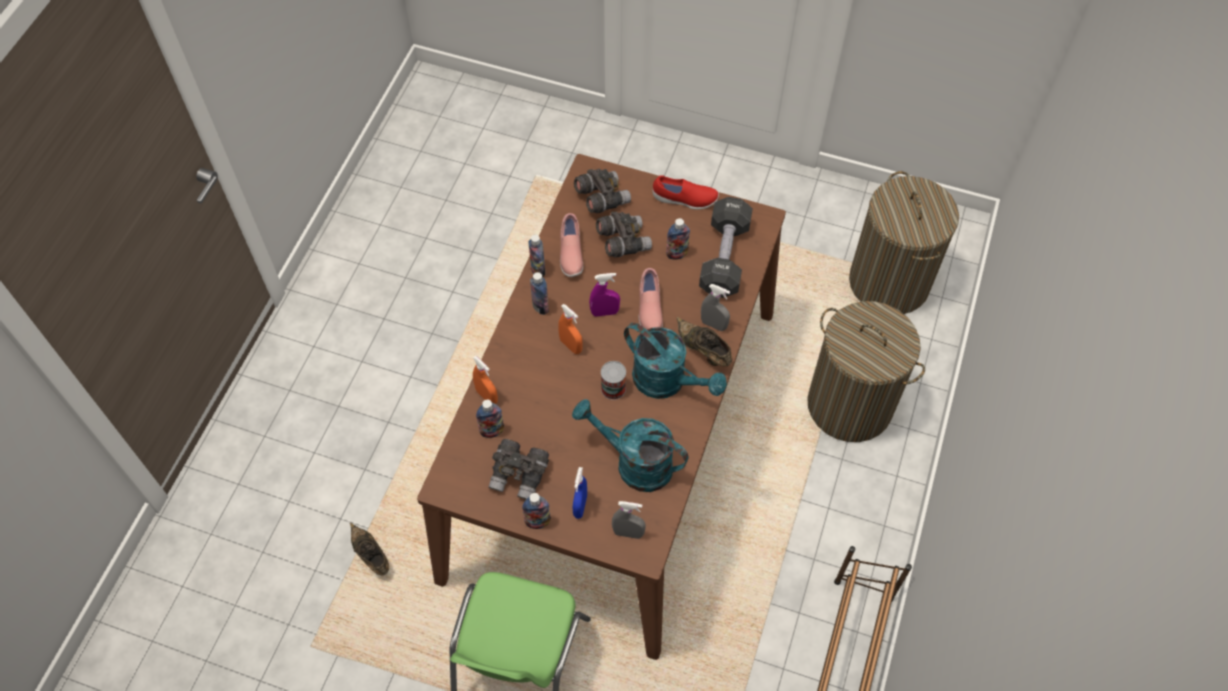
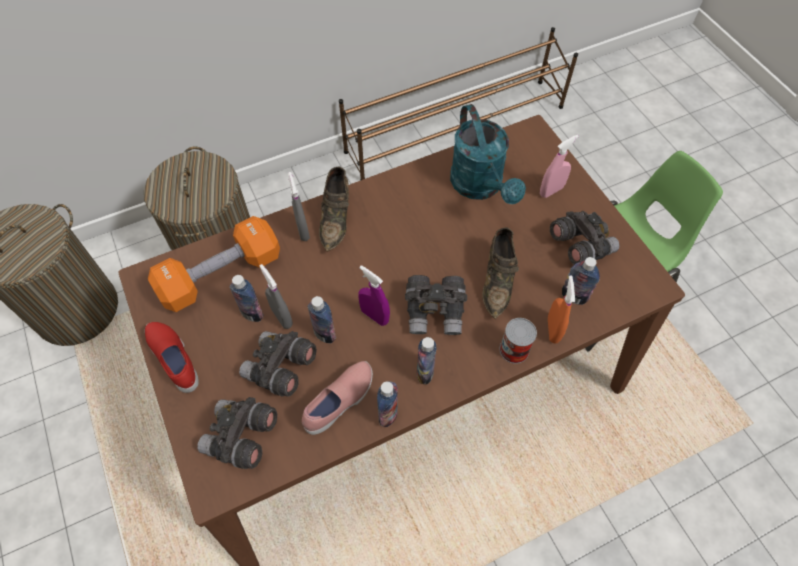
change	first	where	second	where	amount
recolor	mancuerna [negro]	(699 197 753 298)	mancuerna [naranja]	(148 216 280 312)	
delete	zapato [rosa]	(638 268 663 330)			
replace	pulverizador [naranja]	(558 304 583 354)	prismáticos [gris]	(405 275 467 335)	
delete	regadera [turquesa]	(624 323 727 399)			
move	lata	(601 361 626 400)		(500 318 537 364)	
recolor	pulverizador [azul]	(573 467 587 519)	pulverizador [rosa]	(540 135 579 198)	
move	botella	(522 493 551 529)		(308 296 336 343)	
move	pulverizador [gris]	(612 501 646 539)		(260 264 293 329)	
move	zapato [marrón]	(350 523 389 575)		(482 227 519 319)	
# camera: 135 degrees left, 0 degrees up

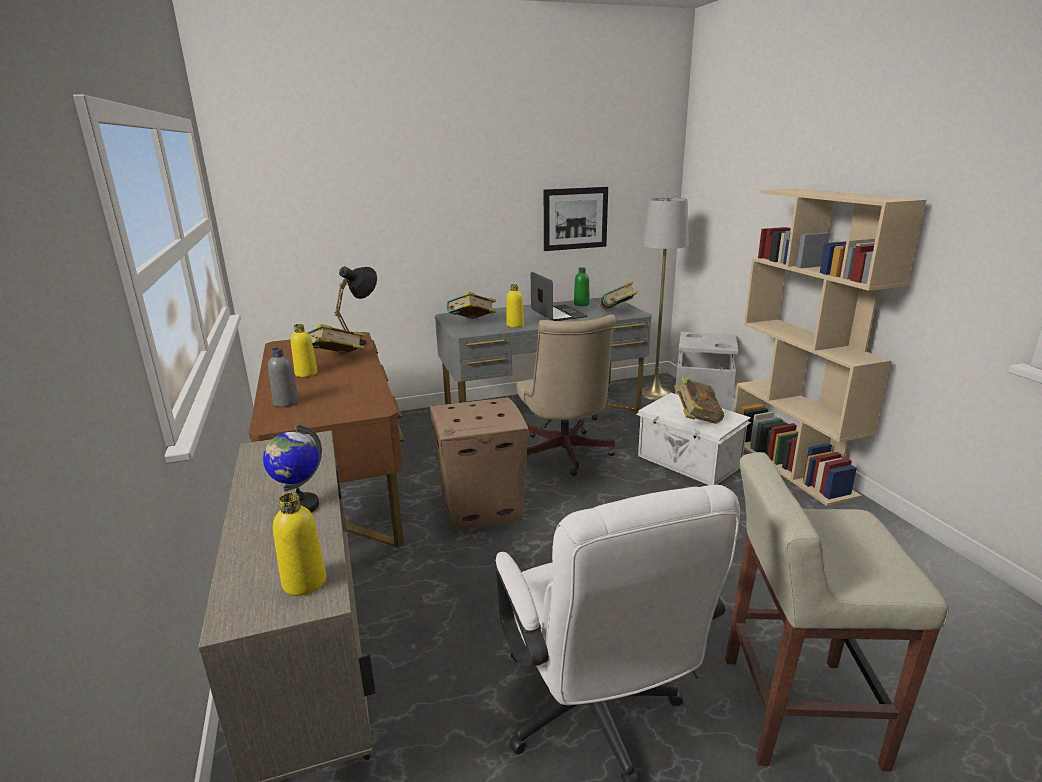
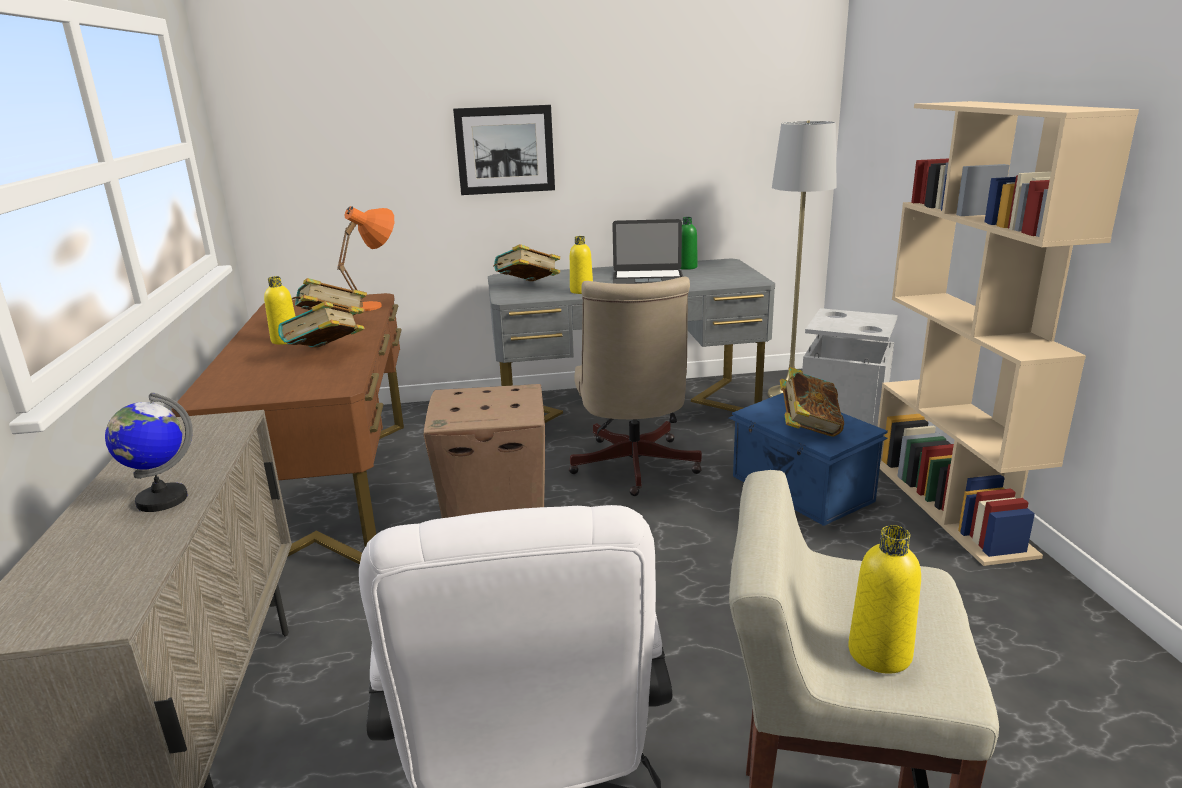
change	first	where	second	where	amount
move	cuadro	(544 187 608 251)		(453 105 555 195)	
recolor	lámpara de mesa [negro]	(334 266 377 346)	lámpara de mesa [naranja]	(337 206 394 311)	
rotate	portátil	(531 272 587 321)		(612 219 683 284)	105 degrees clockwise
move	libro	(600 281 638 310)		(278 302 365 348)	
delete	botella [gris]	(268 347 299 407)			
recolor	caja de almacenaje [blanco]	(636 393 751 485)	caja de almacenaje [azul]	(729 393 888 526)	
move	botella [amarillo]	(273 493 326 596)		(848 525 921 674)	
# camera: 10 degrees right, 0 degrees up

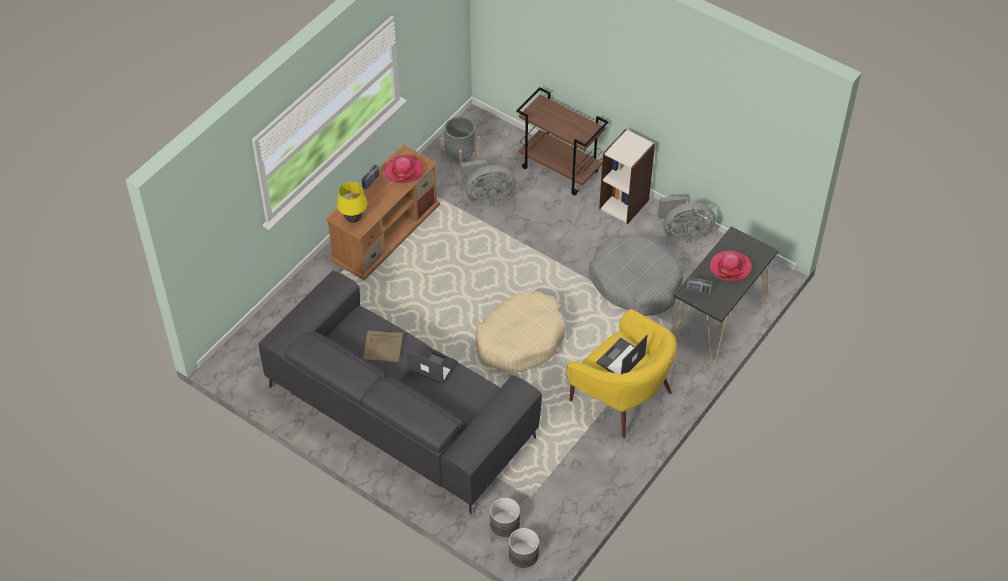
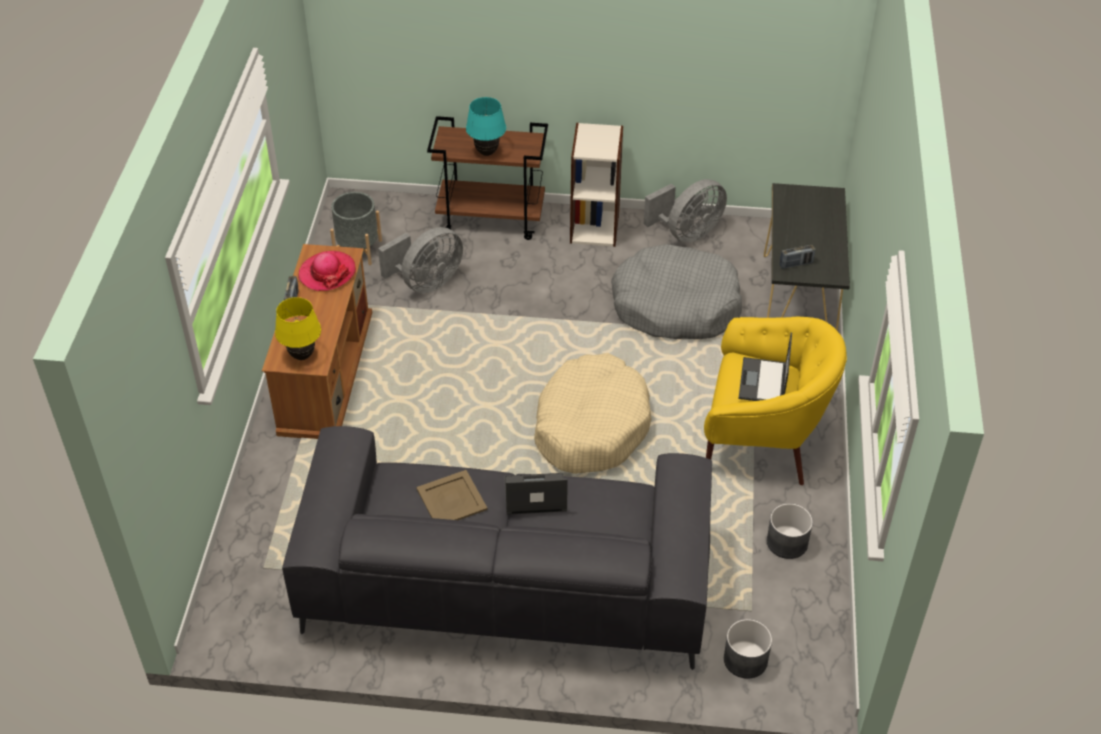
change	first	where	second	where	amount
delete	sombrero	(710 251 752 281)			
move	maceta [gris]	(509 528 539 568)		(767 503 813 559)	
insert			lámpara de mesa [turquesa]	(466 97 506 156)	
# camera: 30 degrees left, 5 degrees down

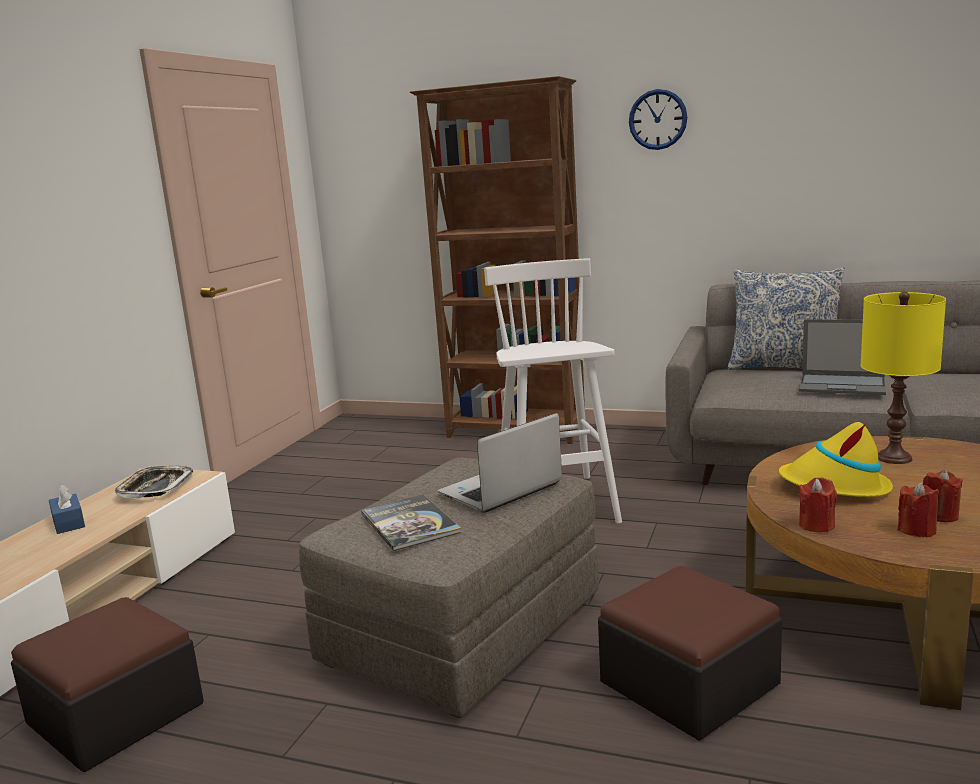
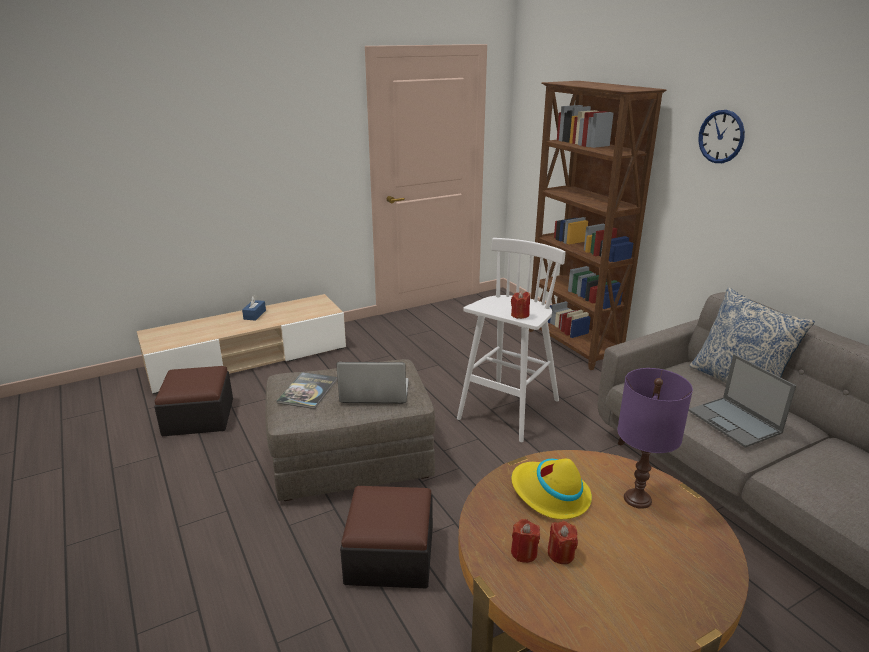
change	first	where	second	where	amount
recolor	lámpara de mesa [amarillo]	(860 292 946 464)	lámpara de mesa [morado]	(617 368 693 509)	
delete	bandeja	(115 466 193 499)			
move	vela [rojo]	(799 477 837 532)		(511 291 530 319)	
# camera: 40 degrees right, 10 degrees up

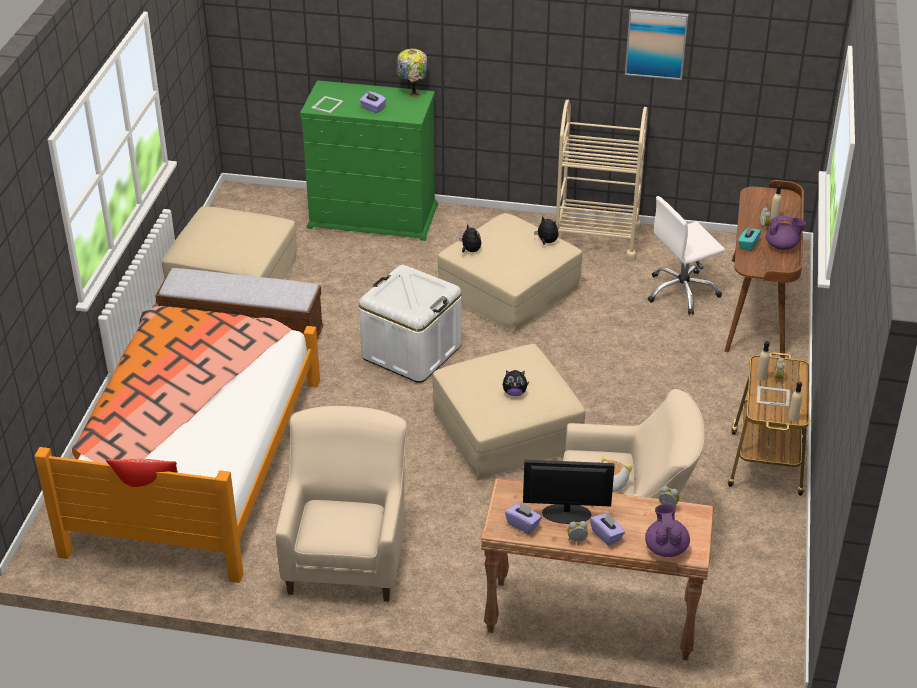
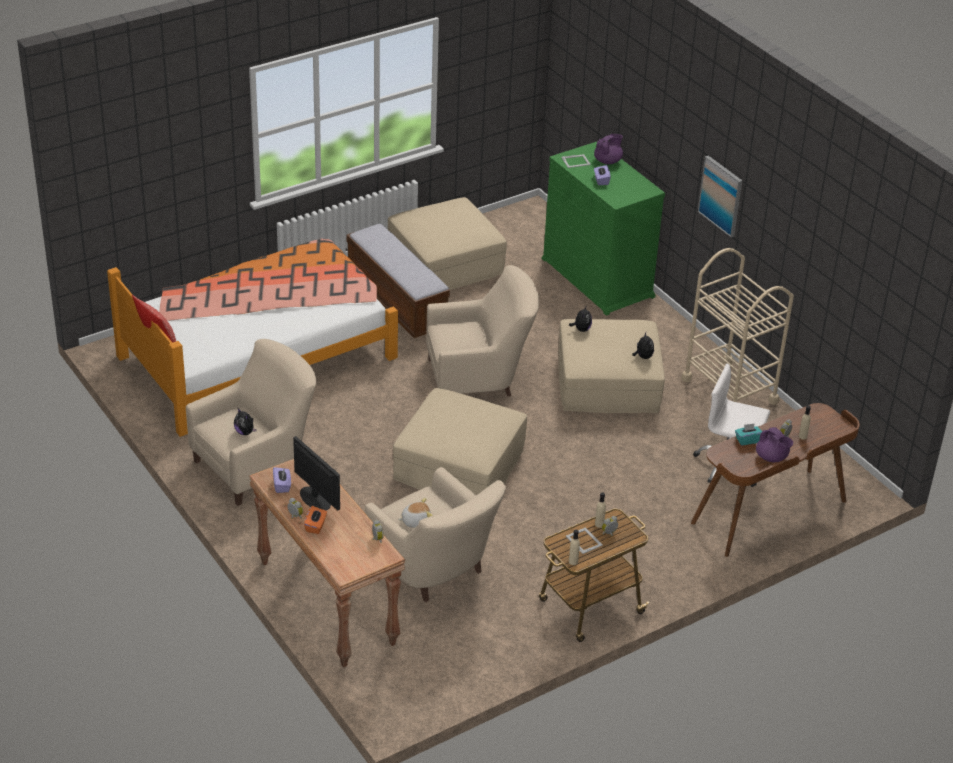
change	first	where	second	where	amount
move	cuadro	(625 9 688 80)		(698 155 742 237)	
delete	lámpara de mesa	(397 49 427 98)			
replace	caja de almacenaje [blanco]	(359 265 461 383)	sillón [beis]	(426 265 539 397)	
move	peluche	(503 370 529 396)		(234 408 257 435)	
move	tetera [morado]	(645 504 690 557)		(594 134 623 165)	
recolor	caja de pañuelos [morado]	(590 512 625 546)	caja de pañuelos [naranja]	(304 506 327 534)	
# camera: 45 degrees right, 0 degrees up

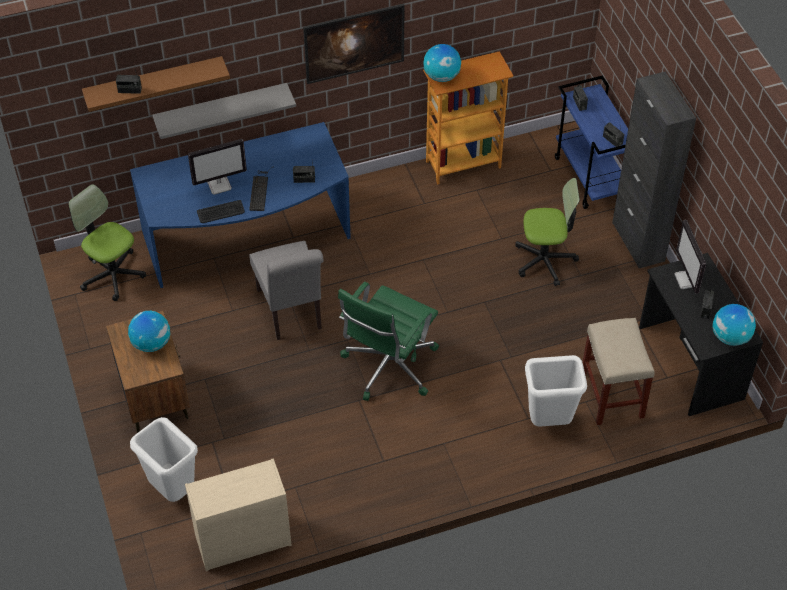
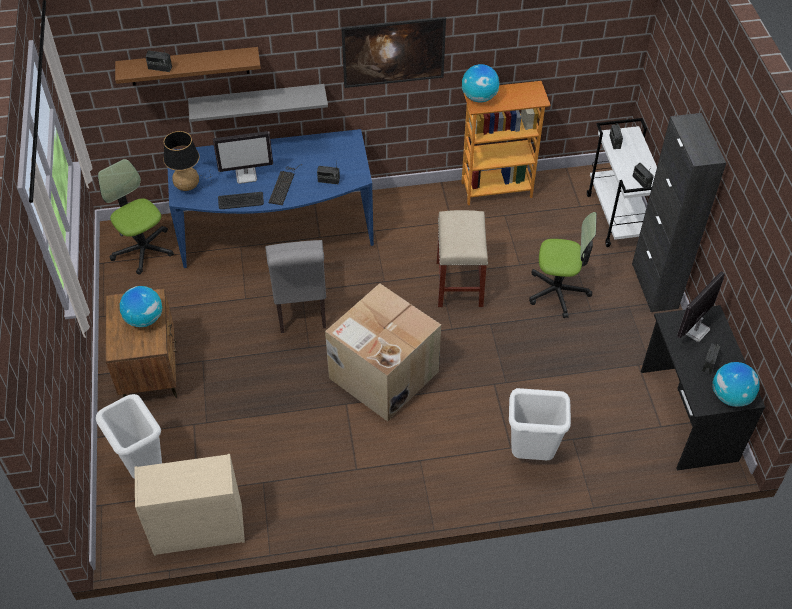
change	first	where	second	where	amount
recolor	carrito [azul]	(555 75 628 209)	carrito [blanco]	(587 118 657 247)	
rotate	monitor	(674 220 706 294)		(677 271 725 342)	45 degrees clockwise
replace	silla de oficina [verde]	(338 282 439 401)	caja de cartón	(325 283 441 421)	
move	taburete [beis]	(582 318 655 425)		(437 210 488 307)	
insert			lámpara de mesa	(163 131 215 191)	
# camera: 10 degrees right, 0 degrees up

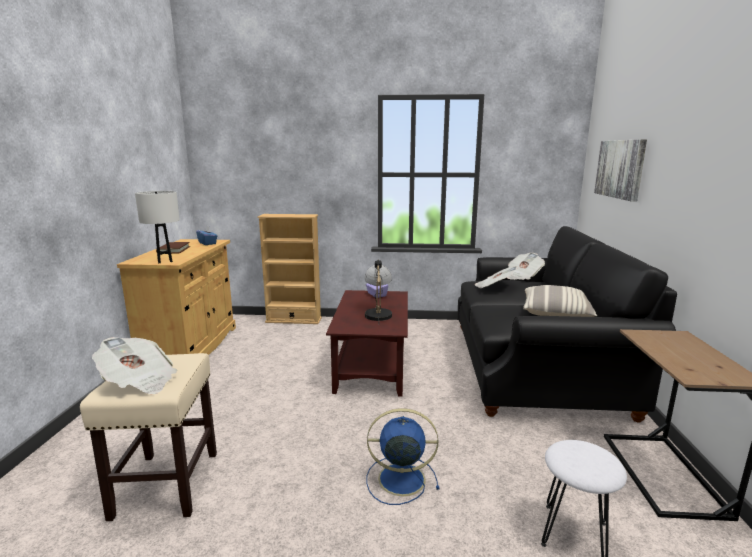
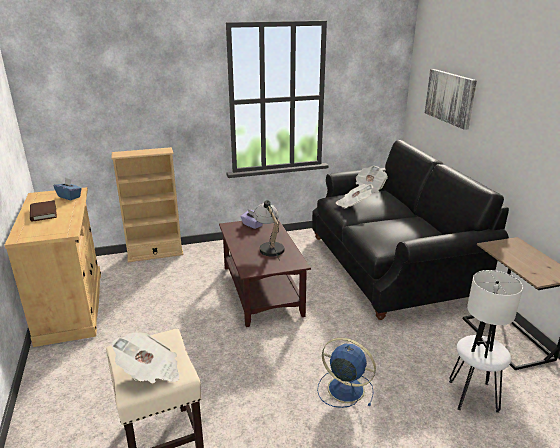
change	first	where	second	where	amount
move	lámpara de mesa [blanco]	(135 191 180 263)		(467 270 523 358)	
delete	cojín	(523 285 597 317)			
rotate	ventilador [azul]	(367 408 439 505)		(317 338 376 408)	45 degrees clockwise
# camera: 20 degrees left, 10 degrees up

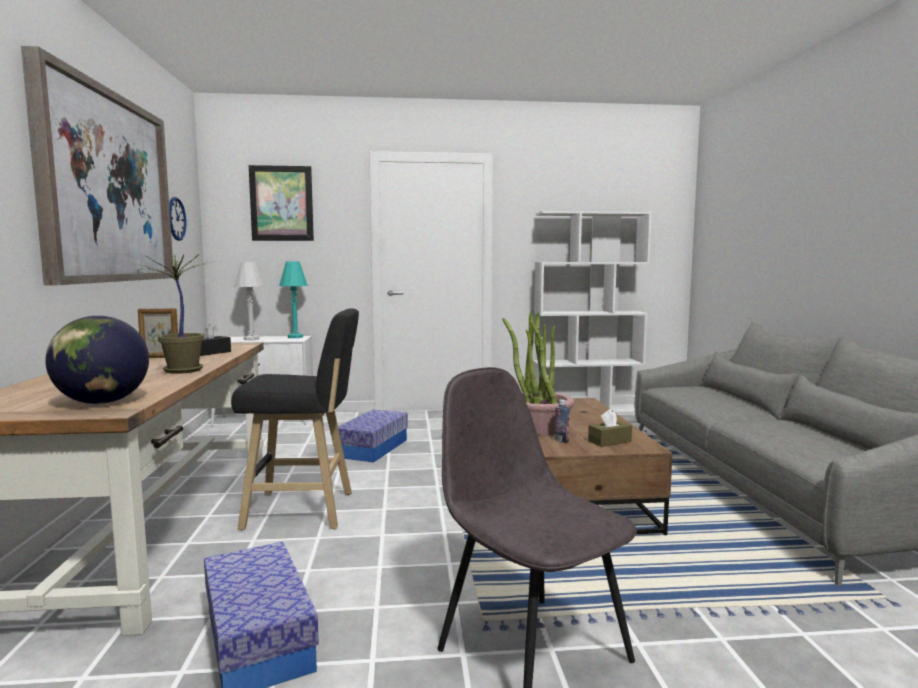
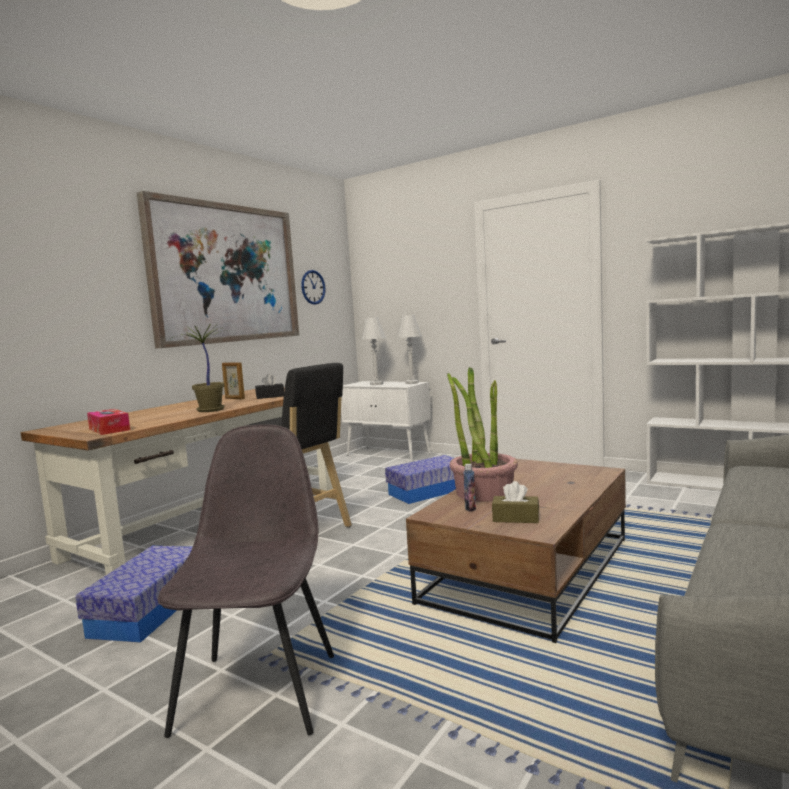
change	first	where	second	where	amount
delete	cuadro	(249 165 314 241)			
recolor	lámpara de mesa [turquesa]	(279 261 308 338)	lámpara de mesa [blanco]	(397 315 422 384)	
replace	globo terráqueo	(45 316 149 404)	caja de pañuelos	(87 409 130 435)	
# camera: 40 degrees right, 0 degrees up

